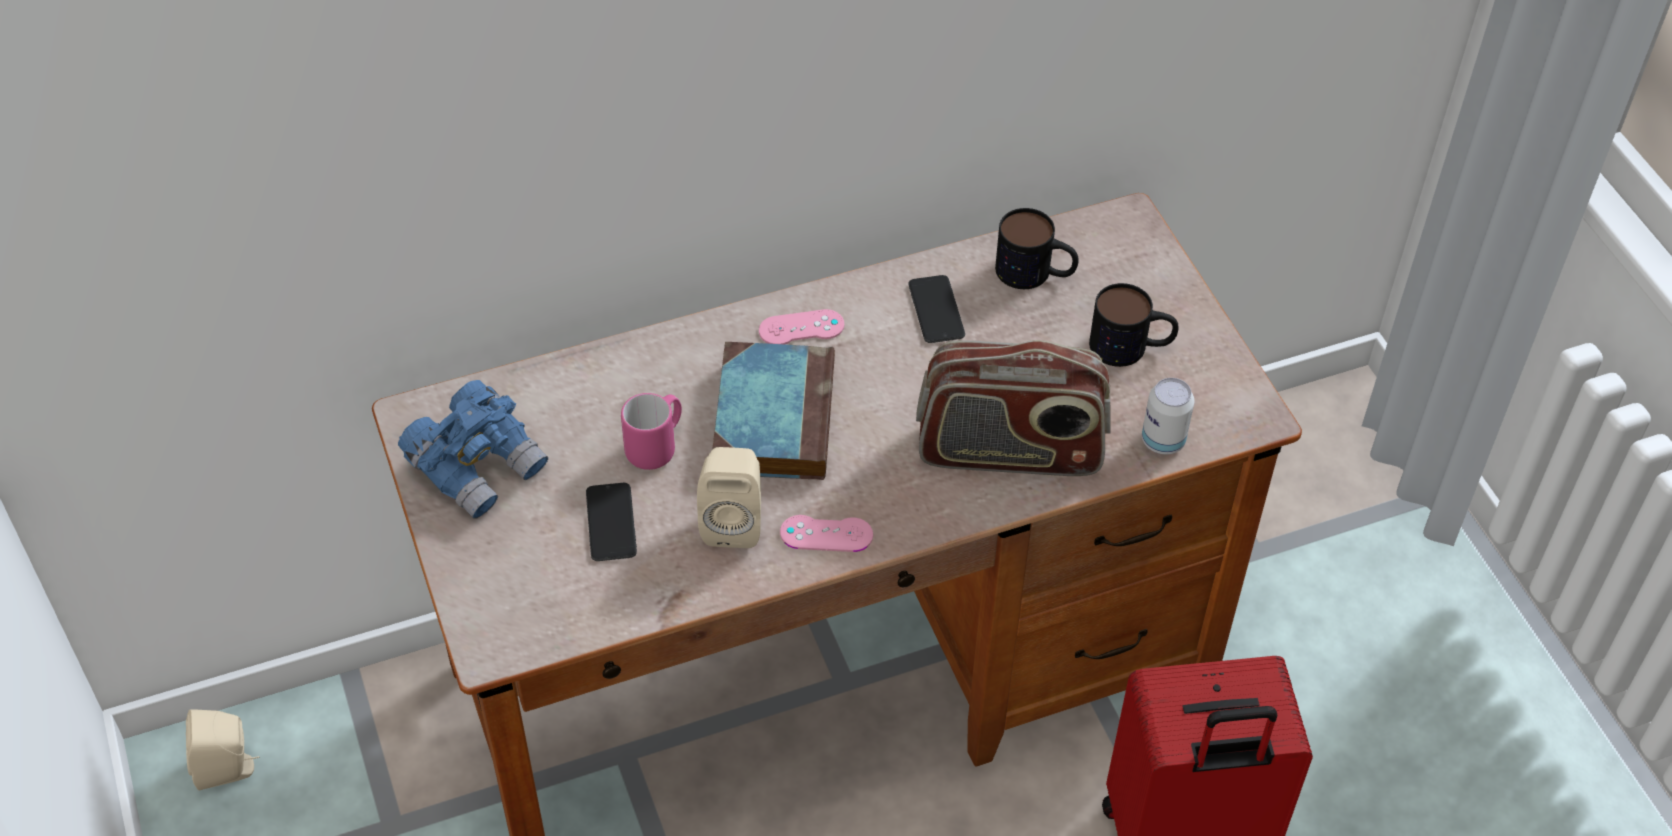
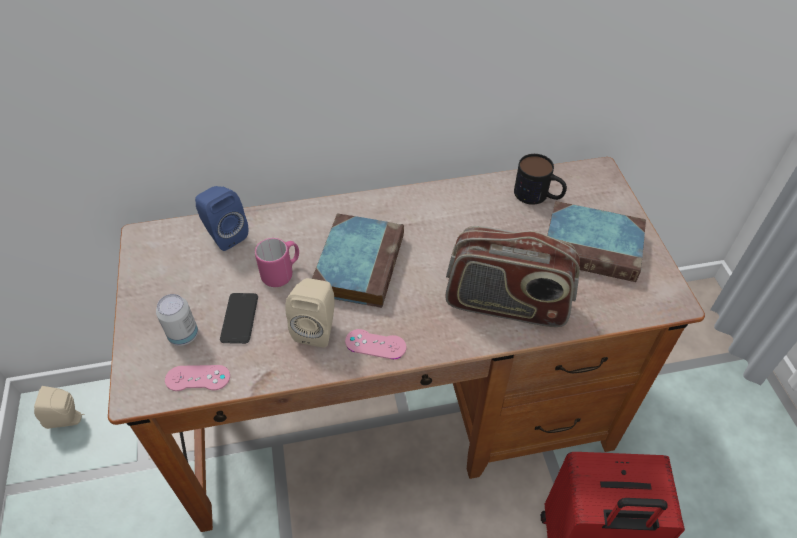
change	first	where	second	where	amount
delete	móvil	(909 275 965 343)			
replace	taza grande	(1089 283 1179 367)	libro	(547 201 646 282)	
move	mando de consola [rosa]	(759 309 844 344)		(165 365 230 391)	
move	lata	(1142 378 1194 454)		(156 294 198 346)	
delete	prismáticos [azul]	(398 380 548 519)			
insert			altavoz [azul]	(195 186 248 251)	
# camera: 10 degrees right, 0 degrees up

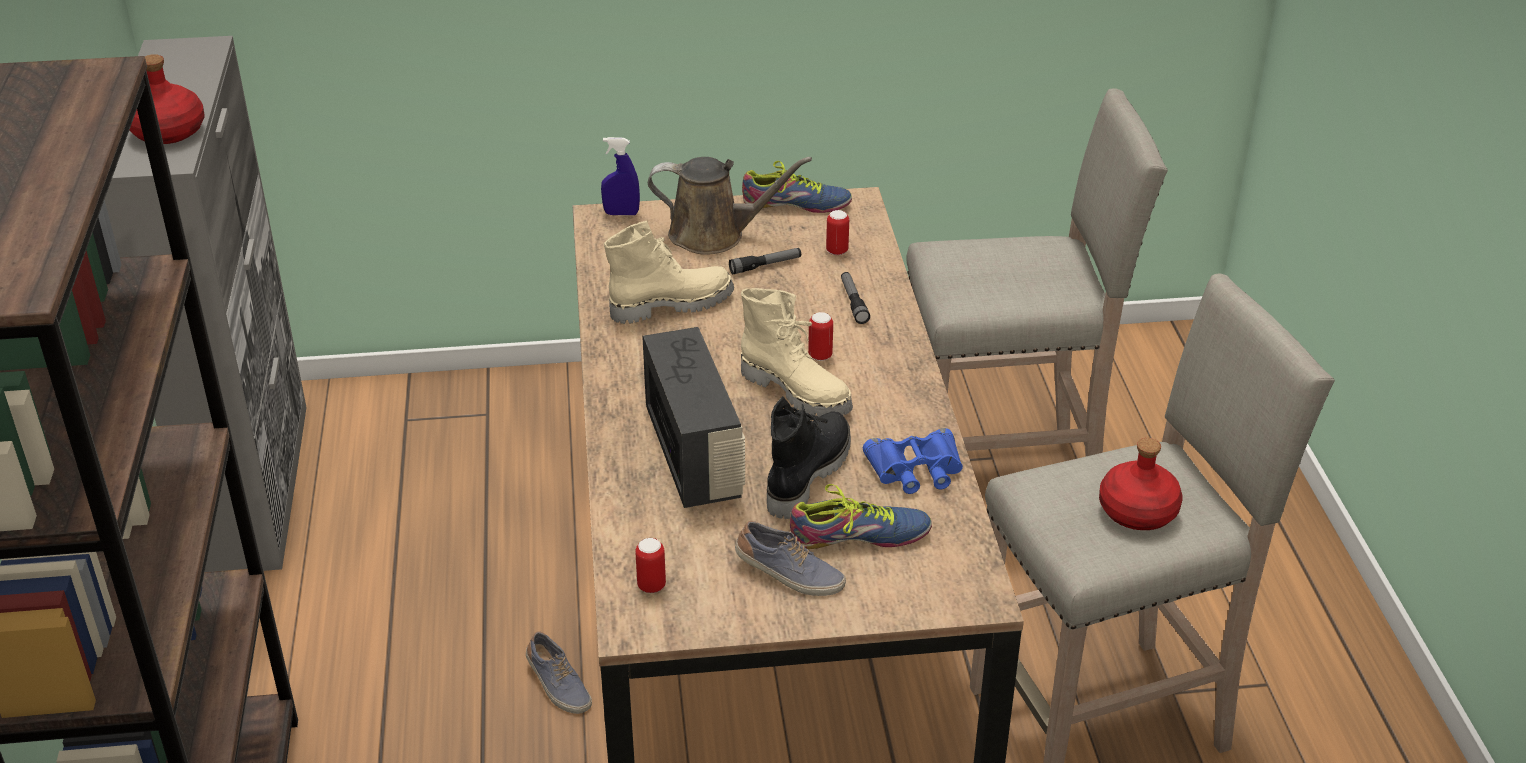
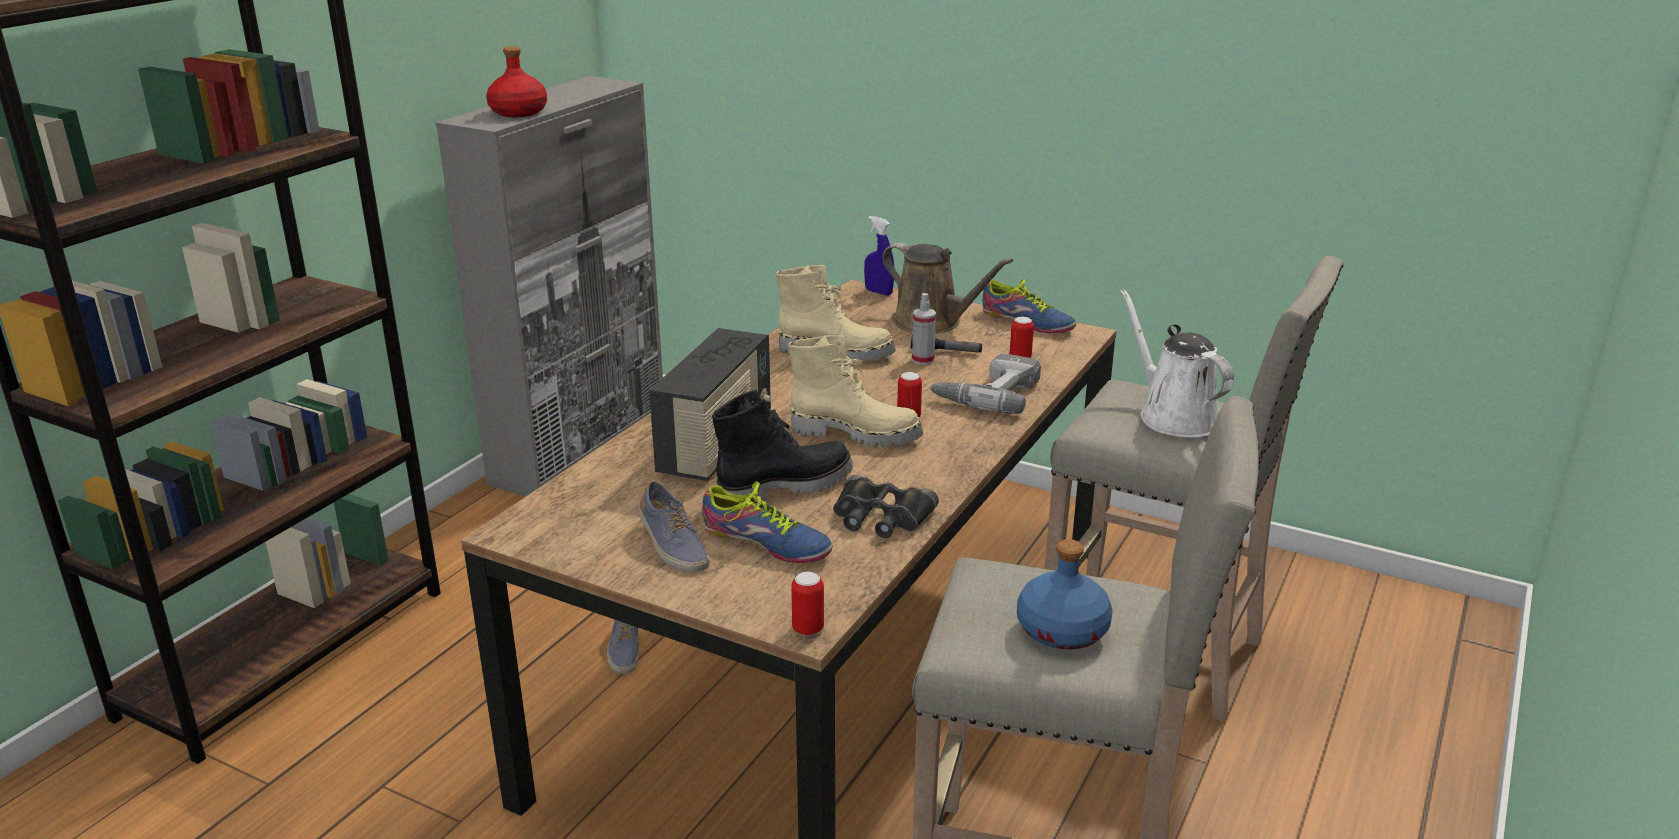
change	first	where	second	where	amount
replace	linterna	(841 272 870 324)	taladro	(929 354 1041 414)	
rotate	bota [beis]	(741 288 853 417)		(788 335 923 447)	60 degrees counterclockwise
recolor	prismáticos [azul]	(863 428 963 494)	prismáticos [negro]	(833 475 939 538)	
recolor	botella [rojo]	(1099 438 1182 530)	botella [azul]	(1017 539 1112 649)	
move	lata	(635 538 666 593)		(791 572 824 636)	
insert			regadera [blanco]	(1120 289 1234 438)	
insert			pulverizador	(912 293 936 365)	
# camera: 35 degrees right, 10 degrees down

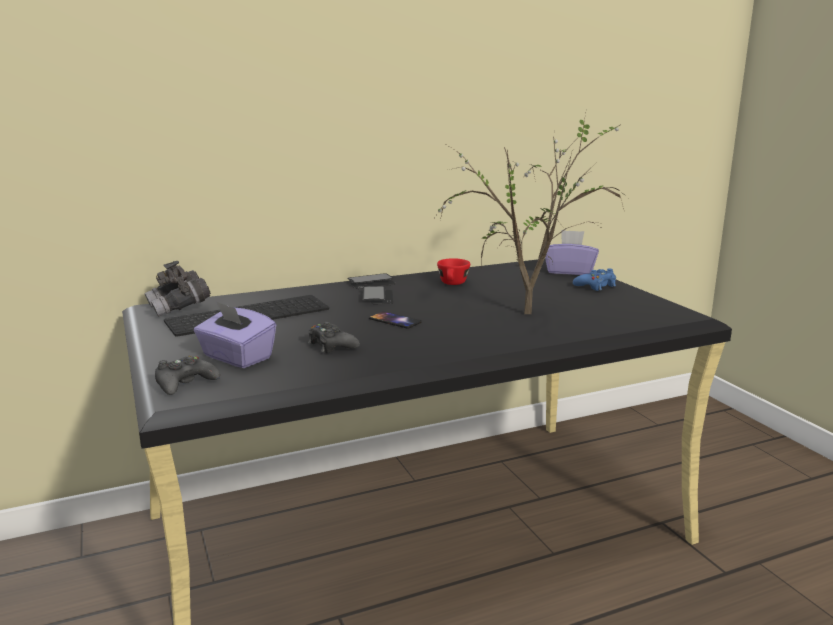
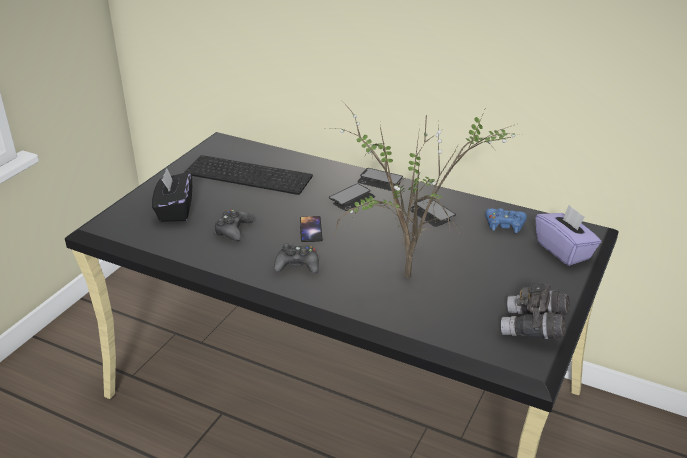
change	first	where	second	where	amount
replace	taza [rojo]	(437 258 470 285)	móvil	(411 199 456 227)	
move	prismáticos [gris]	(144 261 211 317)		(501 282 570 339)	
move	mando de consola [azul]	(573 268 616 291)		(485 208 527 233)	
recolor	caja de pañuelos [morado]	(194 301 276 368)	caja de pañuelos [negro]	(152 168 192 222)	
move	mando de consola [negro]	(155 356 220 395)		(274 243 319 273)	
# camera: 50 degrees right, 15 degrees up

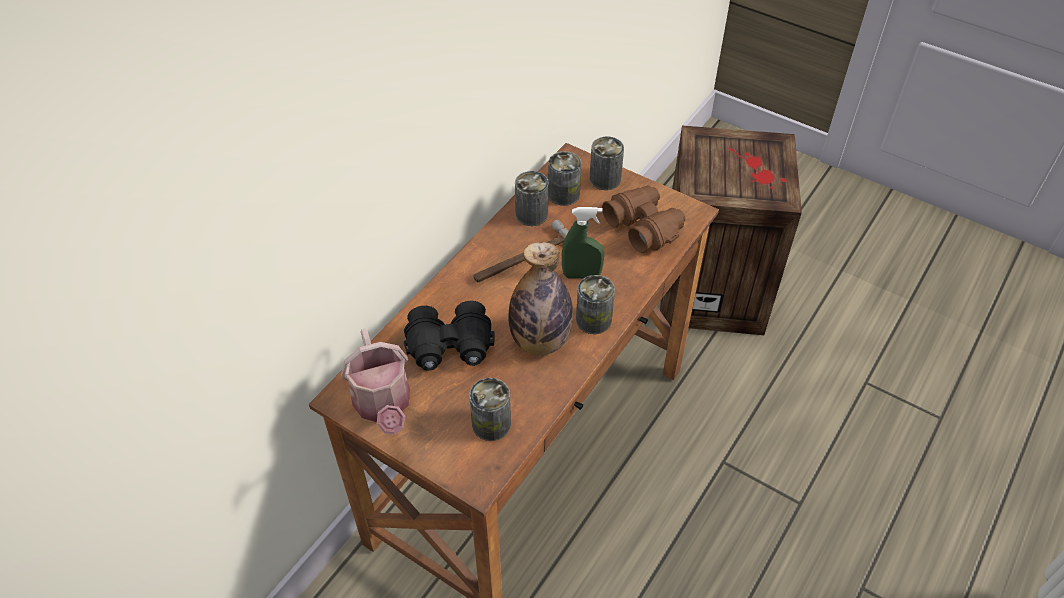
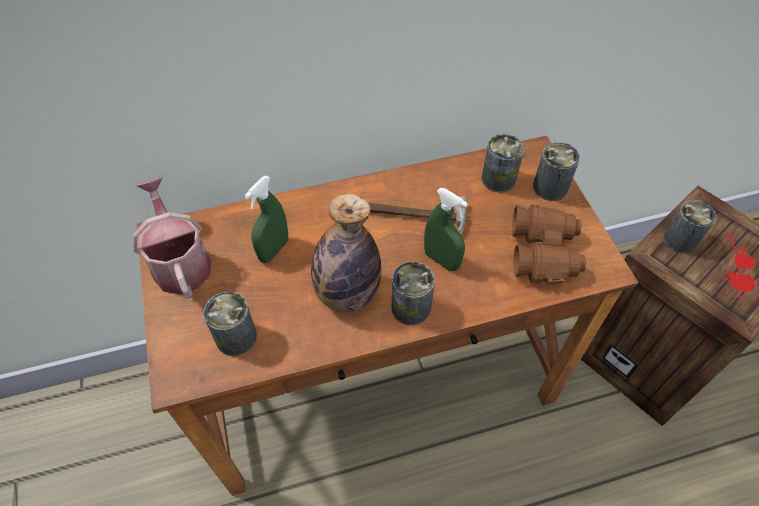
change	first	where	second	where	amount
move	lata	(515 171 549 226)		(663 200 716 253)	
replace	prismáticos [negro]	(403 301 495 371)	pulverizador [verde]	(244 176 288 263)	
rotate	regadera	(341 328 410 435)		(133 177 211 298)	135 degrees clockwise
# camera: 40 degrees right, 5 degrees up

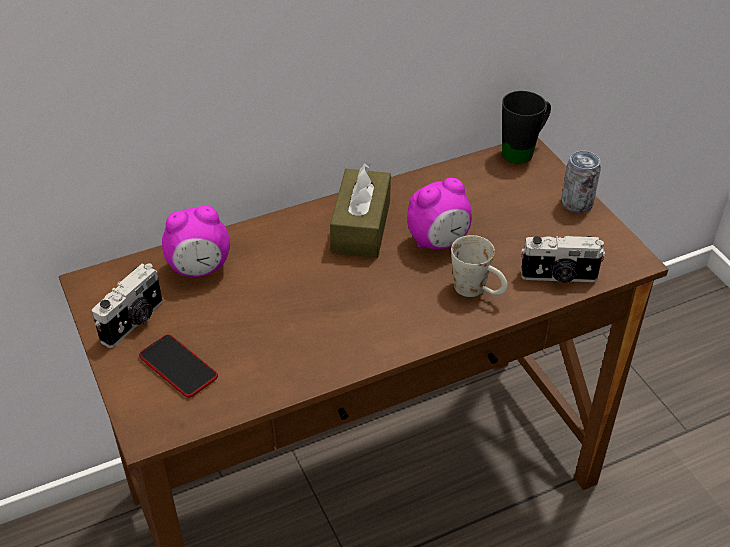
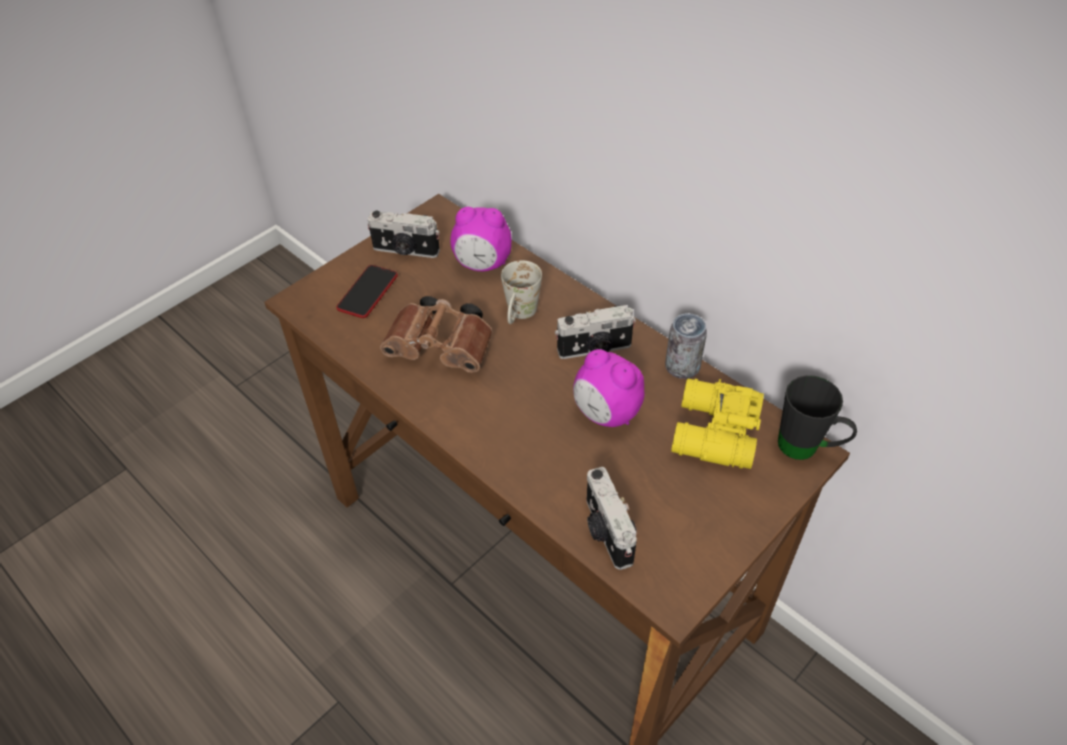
change	first	where	second	where	amount
move	lata	(561 151 601 213)		(665 313 707 379)	
replace	caja de pañuelos [marrón]	(330 162 391 258)	cámara	(555 305 636 359)	
rotate	despertador	(162 205 230 277)		(450 207 512 271)	45 degrees counterclockwise
move	taza grande [blanco]	(451 235 508 297)		(501 260 542 324)	
insert			prismáticos [marrón]	(380 296 493 373)	
insert			prismáticos [amarillo]	(671 379 764 469)	
# camera: 70 degrees right, 5 degrees up

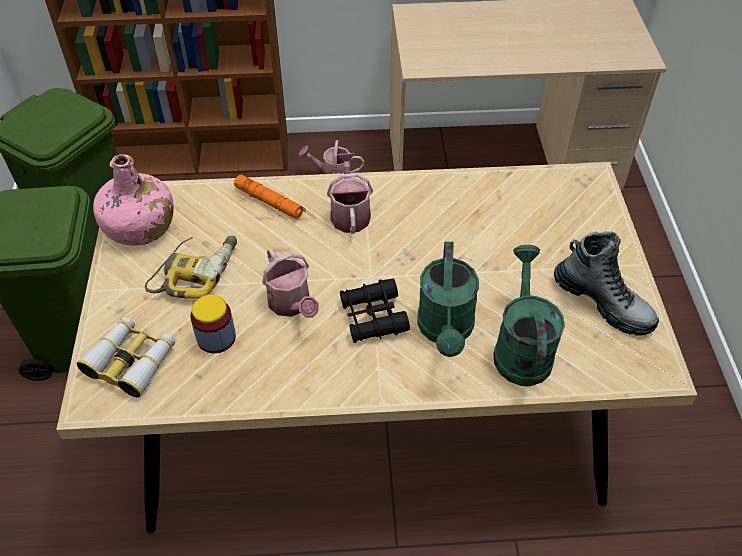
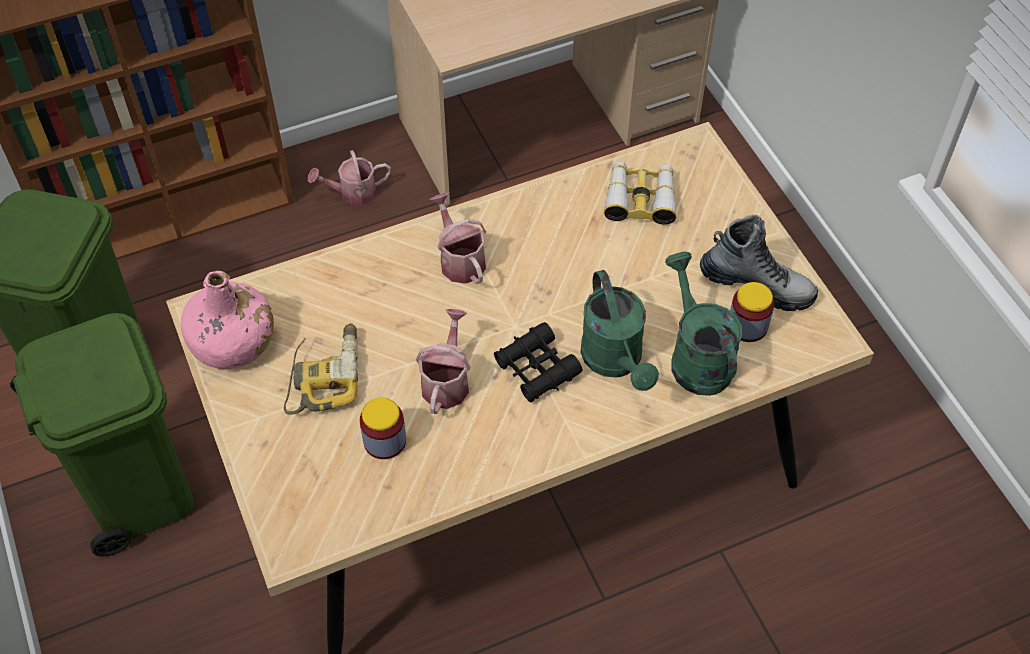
change	first	where	second	where	amount
delete	linterna [naranja]	(234 175 306 220)			
rotate	regadera	(262 248 319 318)		(416 309 470 414)	120 degrees counterclockwise
move	prismáticos	(77 317 175 398)		(604 161 676 225)	
insert			tarro	(730 282 774 342)	
# camera: 20 degrees left, 5 degrees up

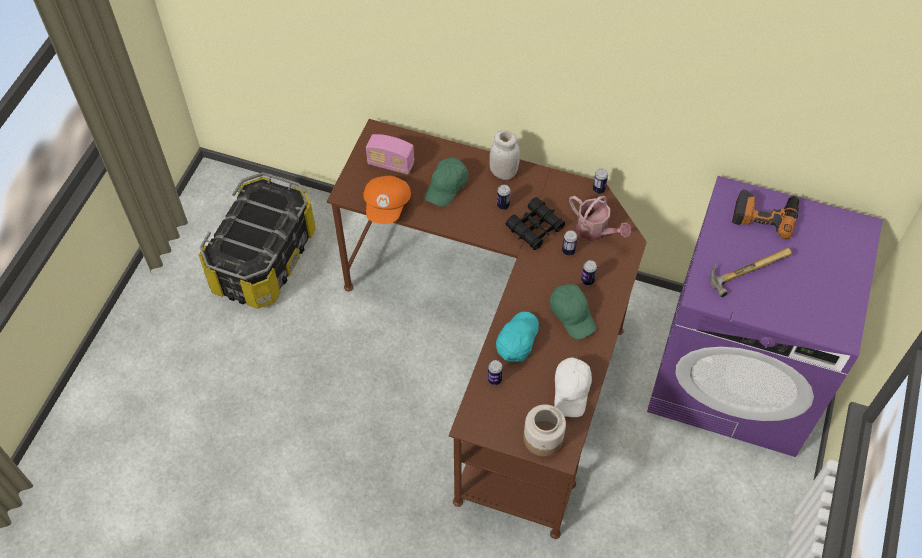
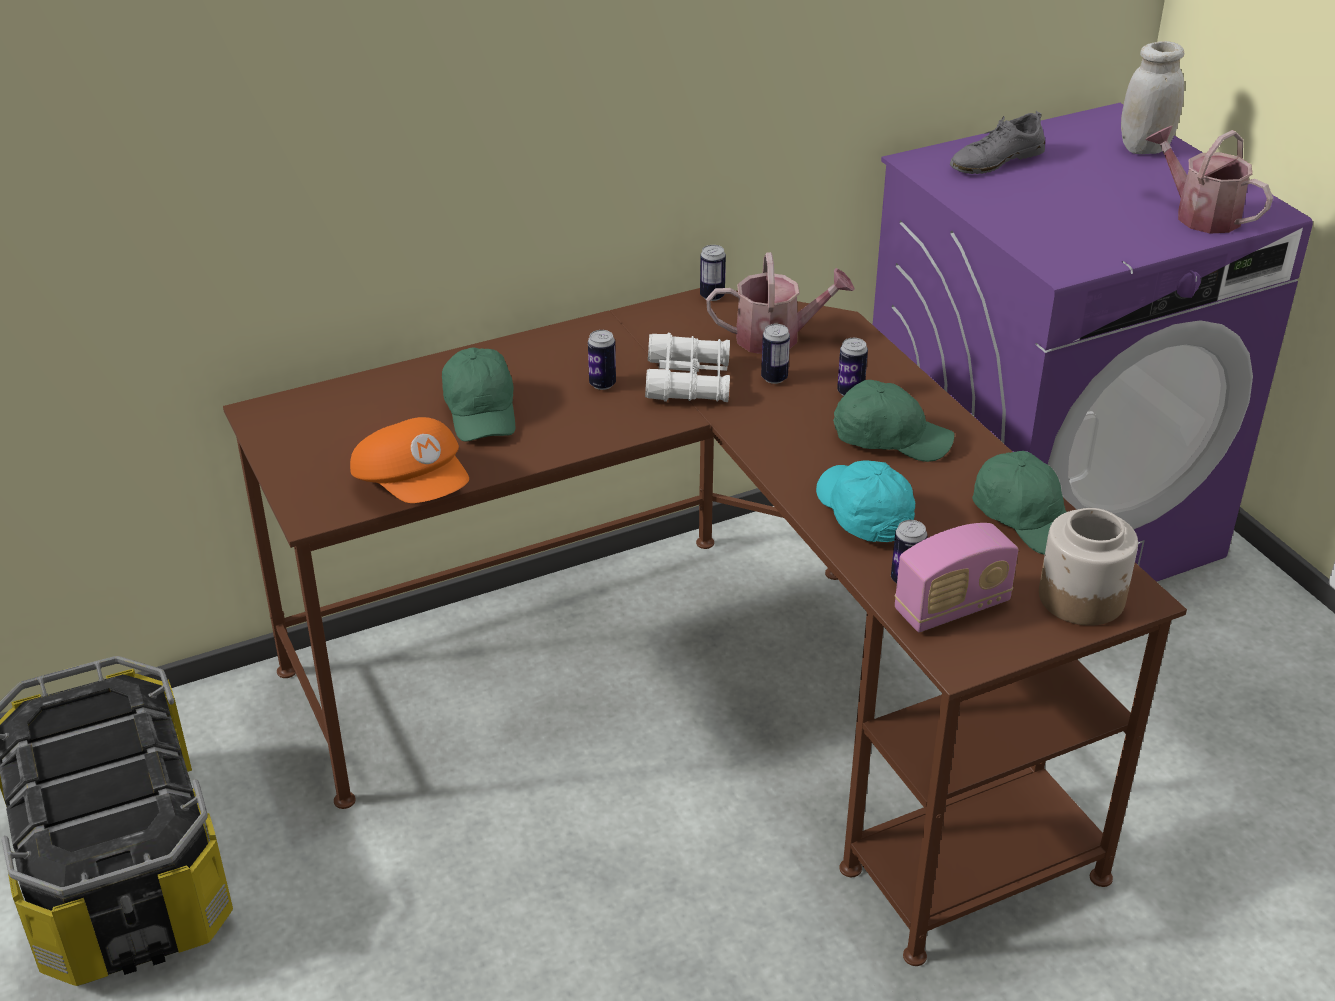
change	first	where	second	where	amount
move	tarro [blanco]	(489 130 520 180)		(1121 41 1184 154)	
move	radio	(366 134 415 175)		(895 523 1019 632)	
replace	taladro	(732 189 799 239)	zapato [gris]	(950 111 1045 174)	
recolor	prismáticos [negro]	(505 197 565 250)	prismáticos [blanco]	(645 333 730 402)	
delete	martillo	(710 247 792 297)			
recolor	gorra [blanco]	(554 358 592 417)	gorra [verde]	(972 451 1067 555)	
insert			regadera	(1146 126 1273 233)	
# camera: 45 degrees left, 20 degrees down

